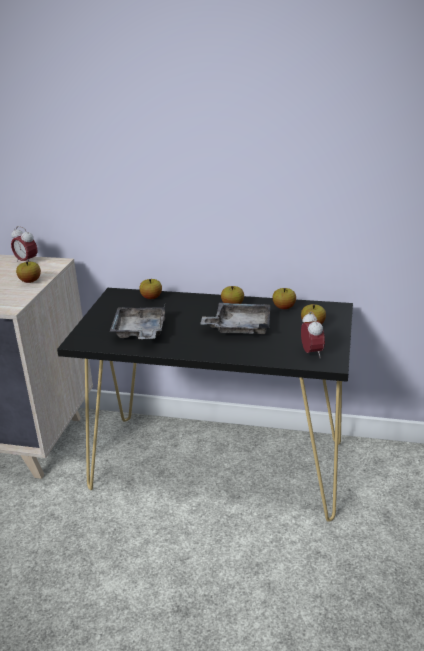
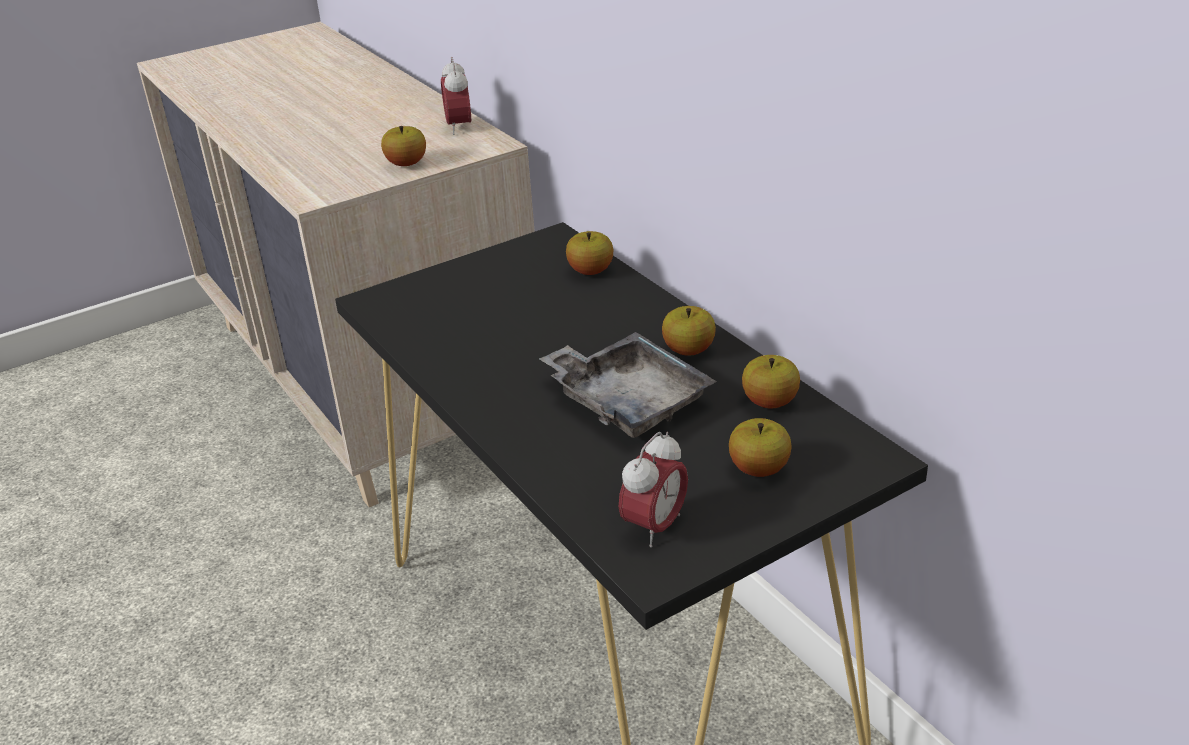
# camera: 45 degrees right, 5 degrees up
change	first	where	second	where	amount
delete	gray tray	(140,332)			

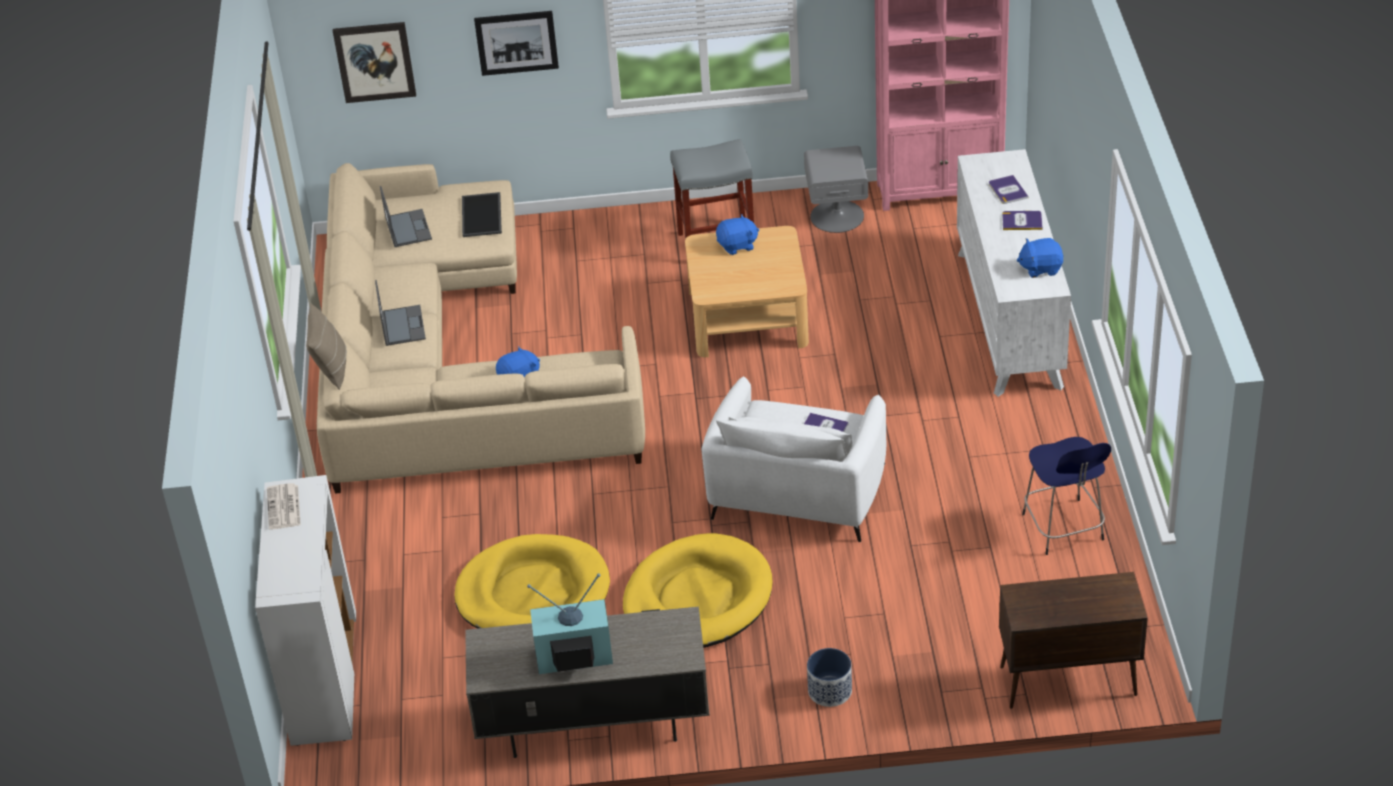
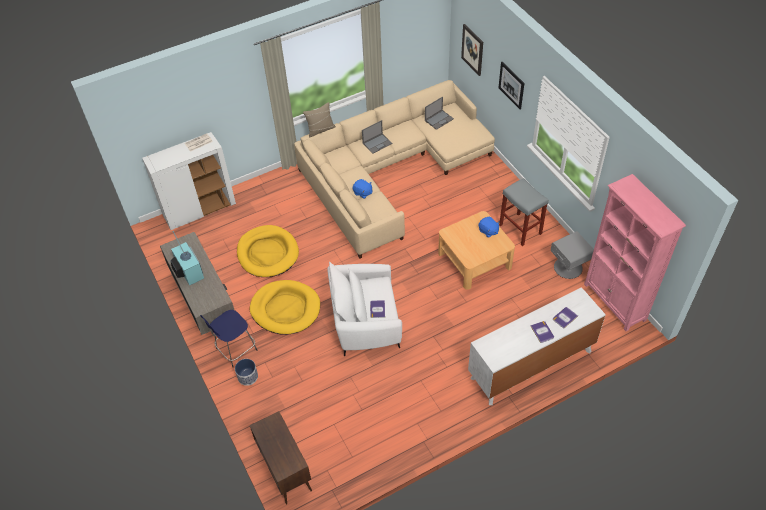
# camera: 65 degrees right, 10 degrees up
change	first	where	second	where	amount
move	bluish stool	(1064,529)		(235,350)	
delete	tray	(482,215)			
delete	bluish cuddly toy	(1040,268)			

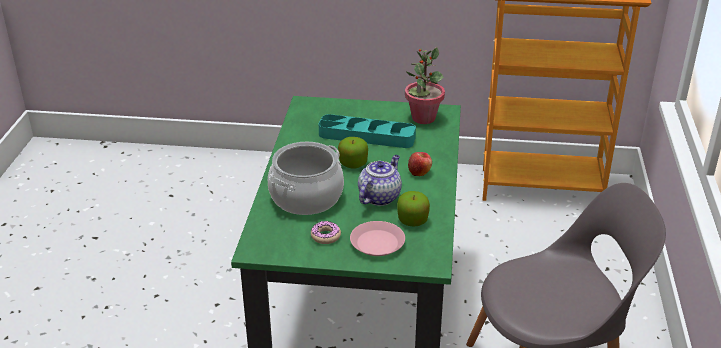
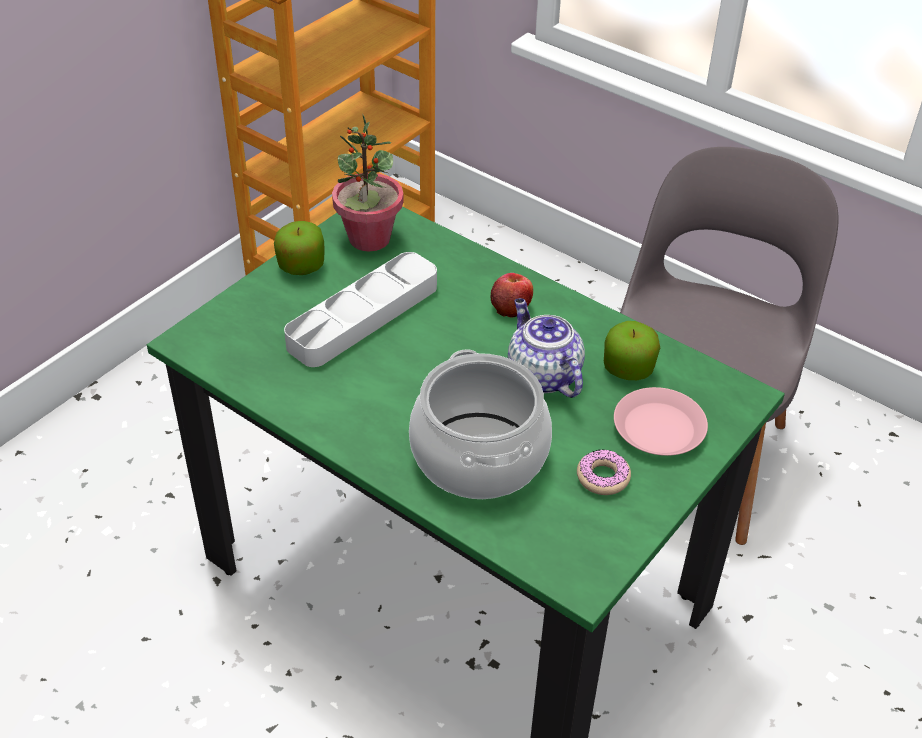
# camera: 60 degrees left, 10 degrees up
change	first	where	second	where	amount
move	apple	(353,163)		(301,265)	
recolor	turquoise tray	(367,136)	gray tray	(363,316)	

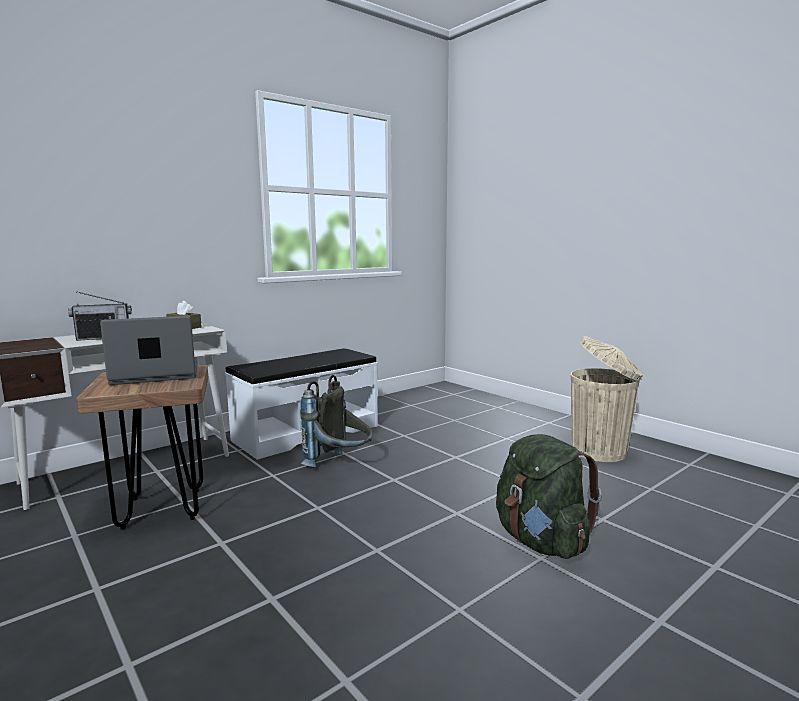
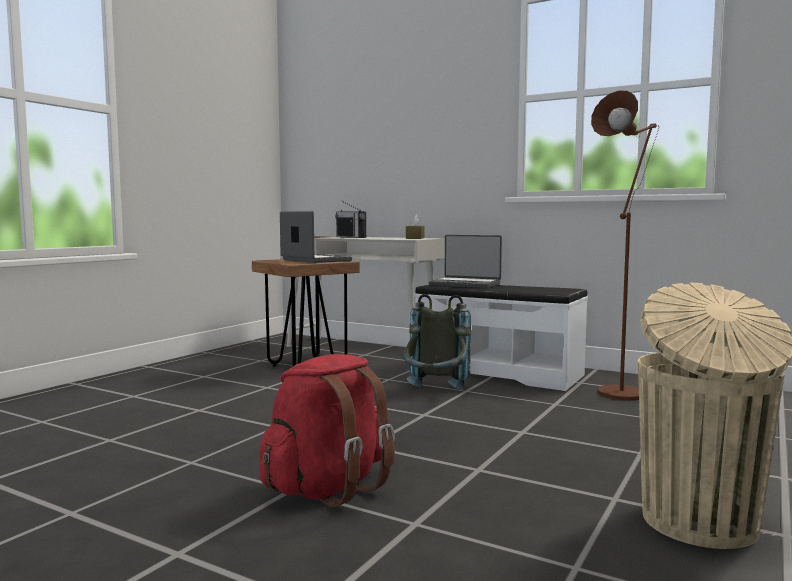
# camera: 70 degrees right, 5 degrees down
change	first	where	second	where	amount
recolor	green rucksack	(541,541)	red rucksack	(328,488)	
insert			notebook computer	(465,284)	
insert			brown standing lamp	(624,391)	

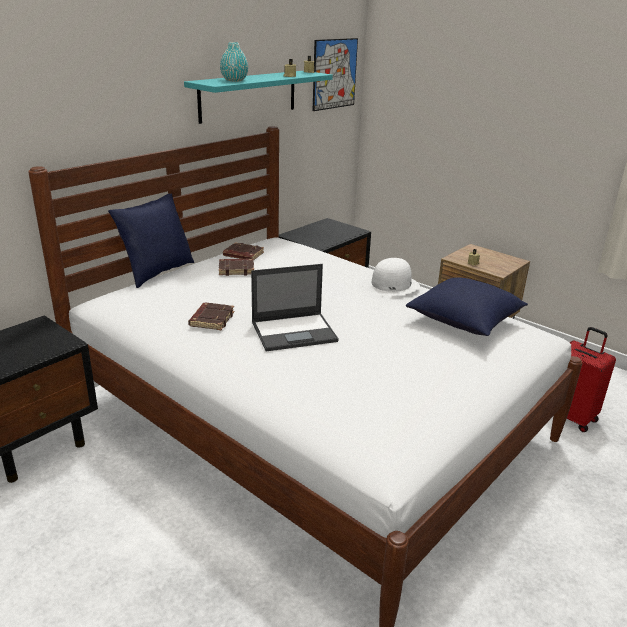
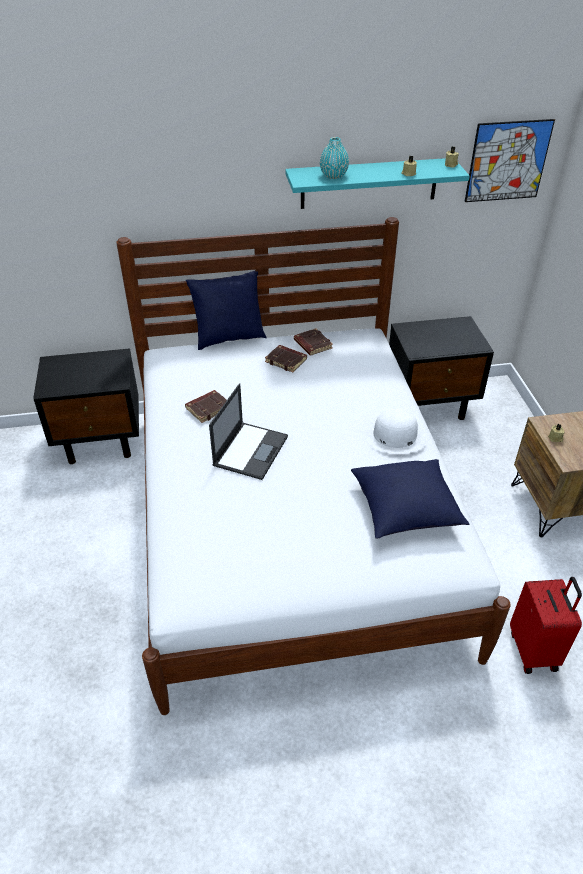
# camera: 40 degrees right, 15 degrees up
change	first	where	second	where	amount
rotate	notebook computer	(295,332)		(251,450)	90 degrees counterclockwise

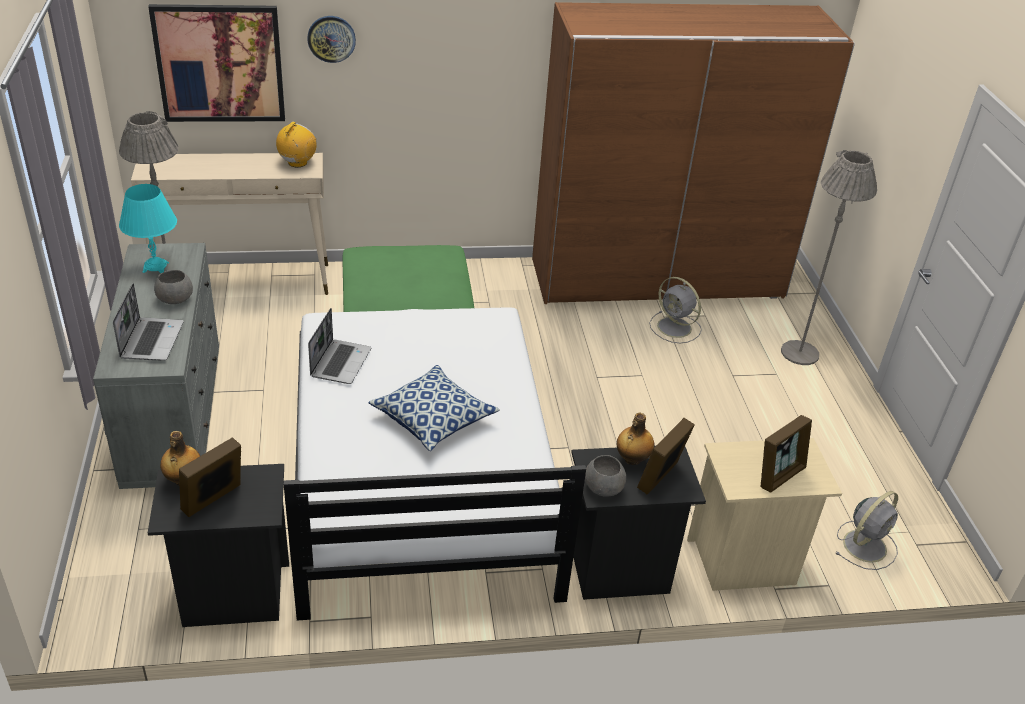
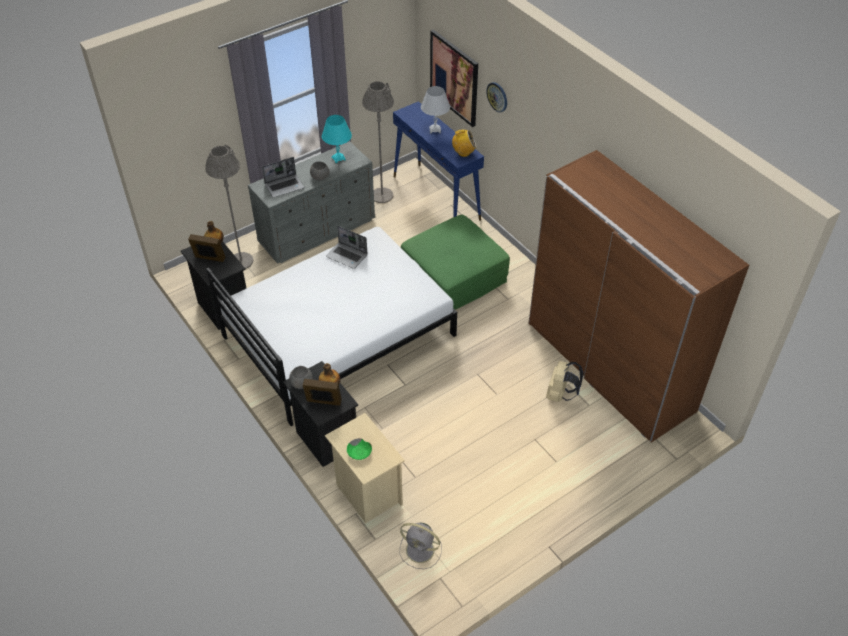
# camera: 65 degrees right, 10 degrees up
change	first	where	second	where	amount
move	gray standing lamp	(799,353)		(241,261)	
rotate	notebook computer	(340,362)		(347,256)	45 degrees clockwise
replace	photo frame	(779,475)	green bowl	(359,452)	
recolor	sand-coloured hall table	(243,281)	bluish hall table	(436,198)	
insert			white-coloured tabletop lamp	(435,130)	
replace	gray cooling fan	(675,328)	sand-coloured rucksack	(560,394)	
delete	pillow	(433,419)			

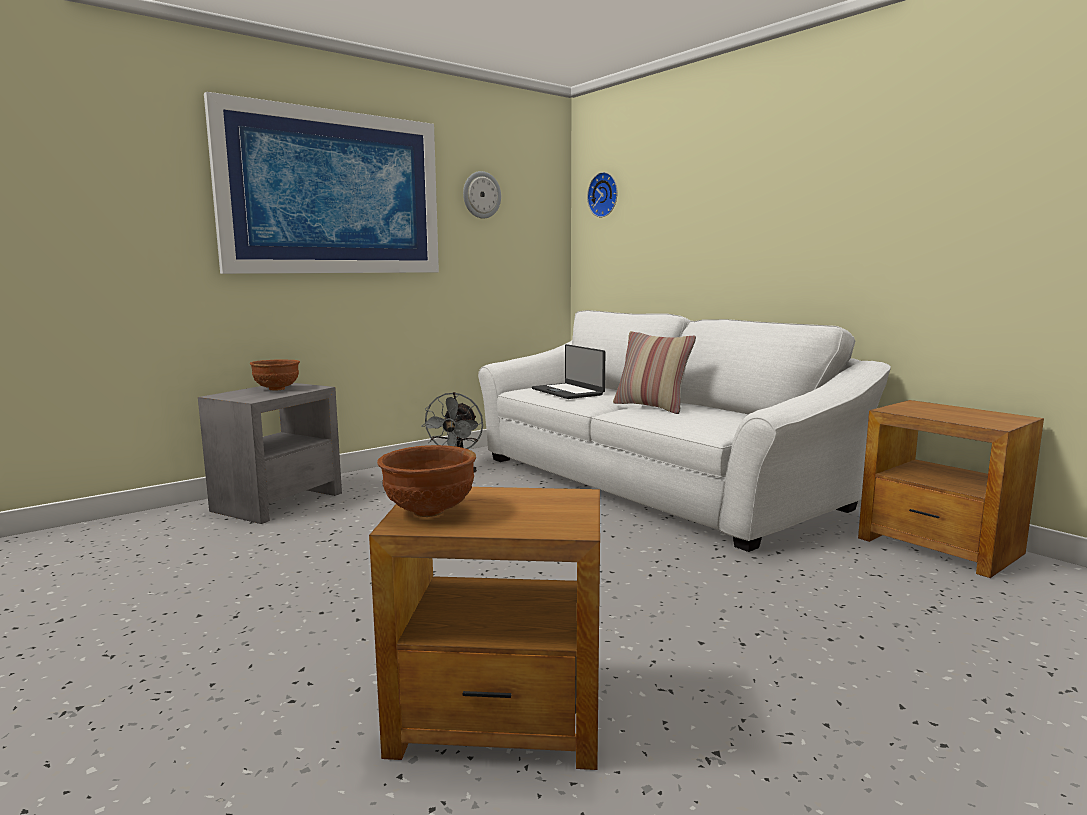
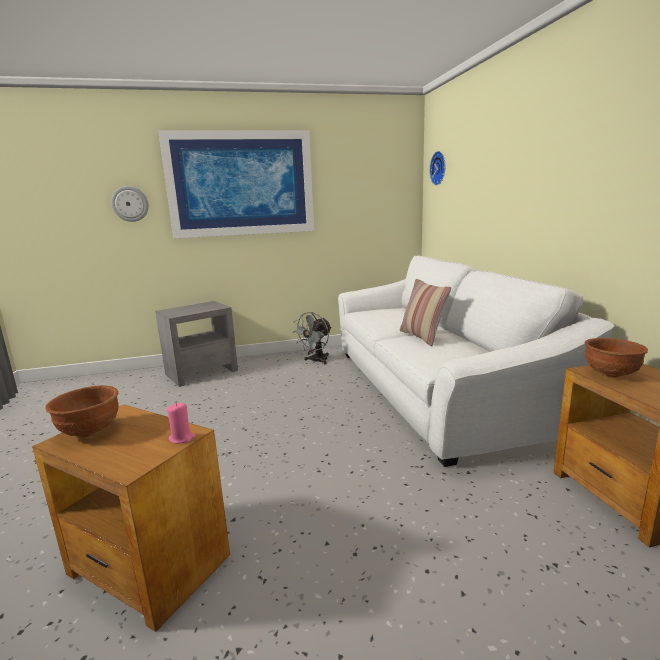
# camera: 25 degrees right, 5 degrees up
change	first	where	second	where	amount
move	clock on the wall	(481,195)		(130,204)	
insert			pink-coloured candle	(182,438)	
move	brown bowl	(277,389)		(611,374)	
delete	notebook computer	(568,391)			

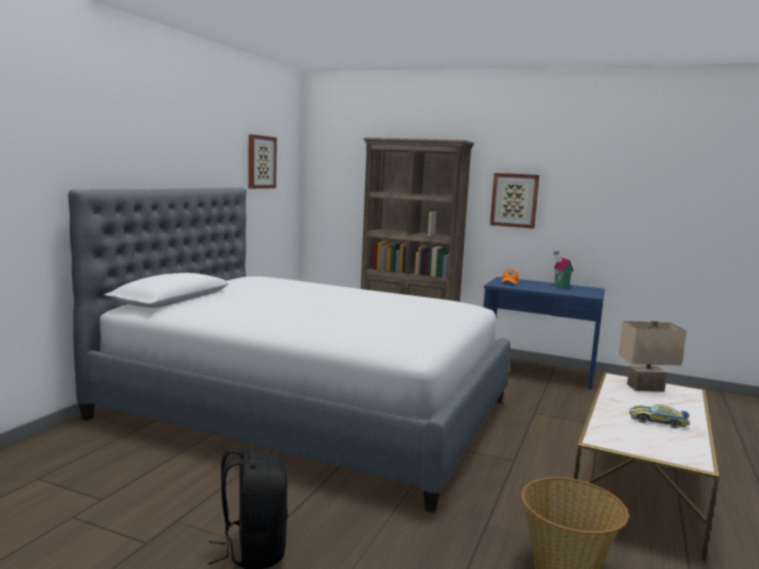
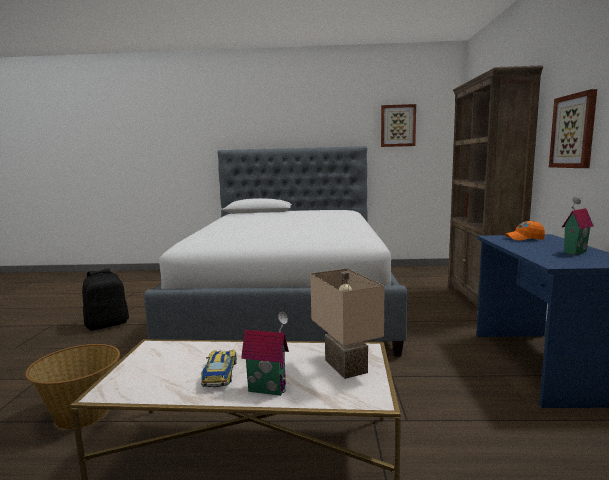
# camera: 70 degrees right, 0 degrees up
change	first	where	second	where	amount
insert			model house	(268,388)	

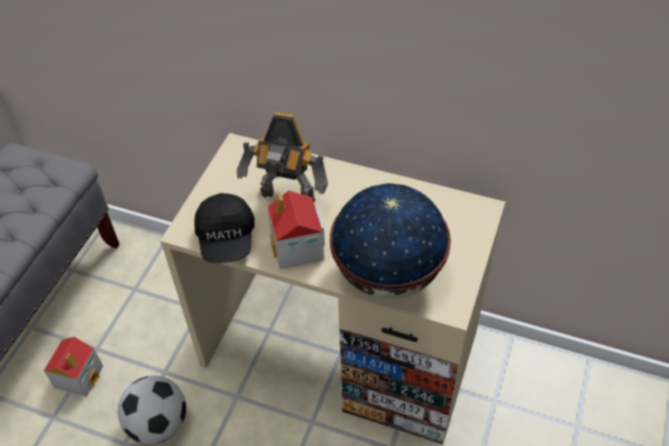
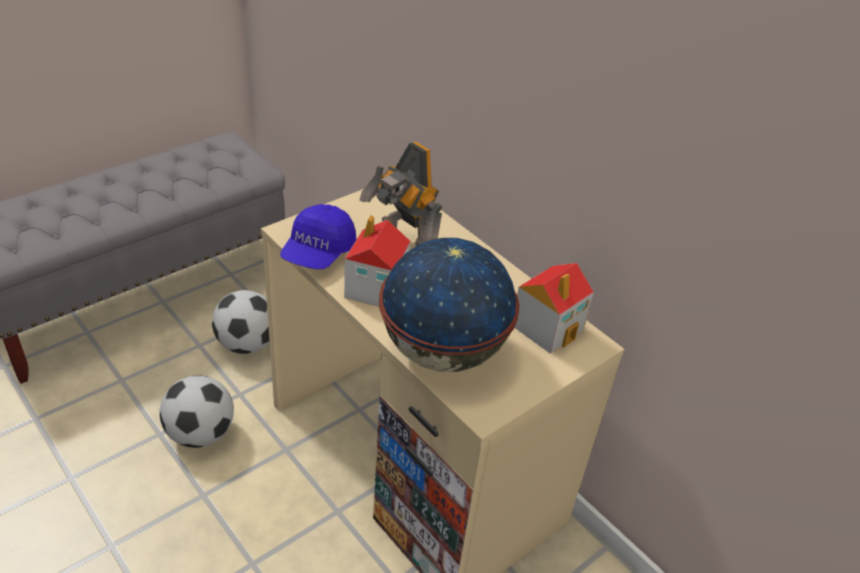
# camera: 25 degrees right, 10 degrees down
change	first	where	second	where	amount
insert			football ball	(247,344)	
recolor	black baseball cap	(226,239)	bluish baseball cap	(318,253)	
move	model house	(79,376)		(548,327)	

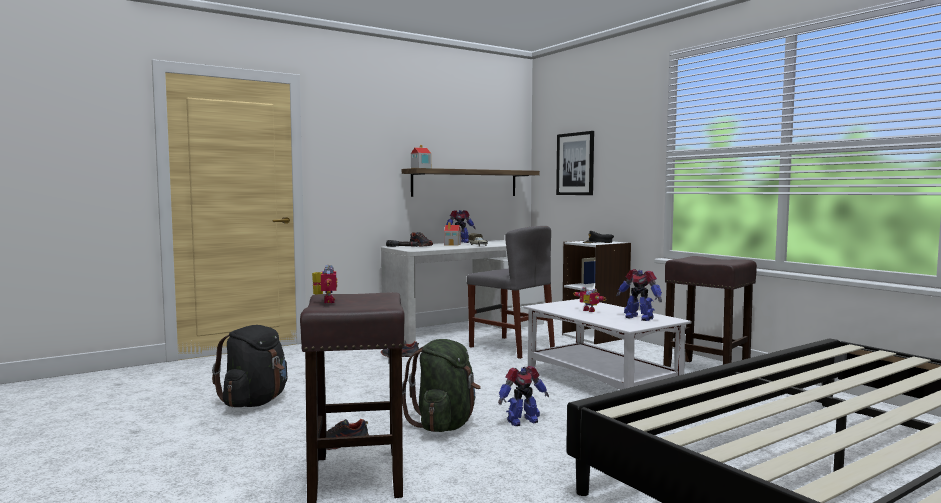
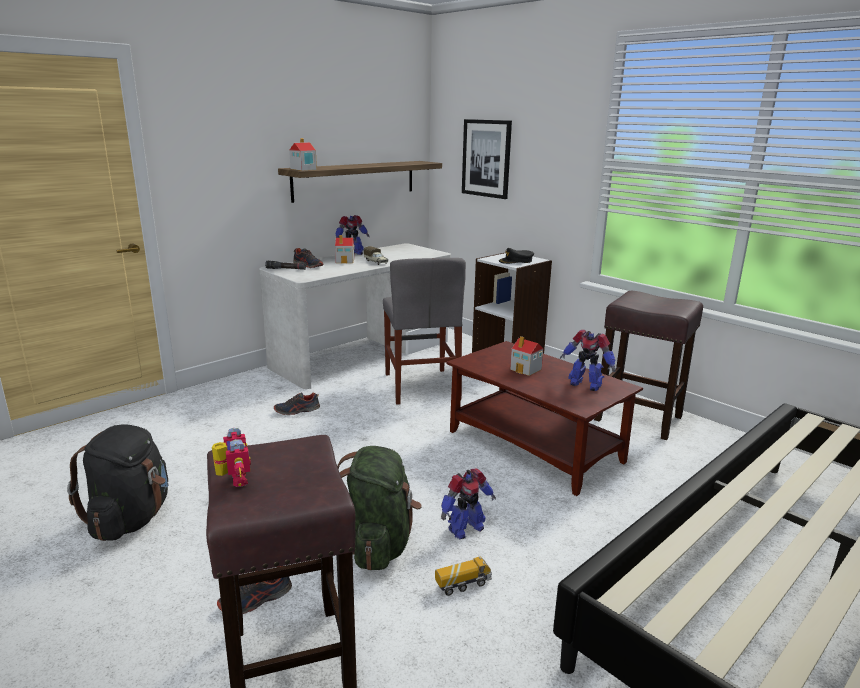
# camera: 10 degrees left, 15 degrees up
change	first	where	second	where	amount
rotate	gray plain chair	(511,347)		(421,386)	45 degrees clockwise
insert			toy truck	(463,584)	
recolor	white-coloured low table	(602,383)	brown low table	(536,446)	
replace	model robot	(590,310)	model house	(526,369)	

